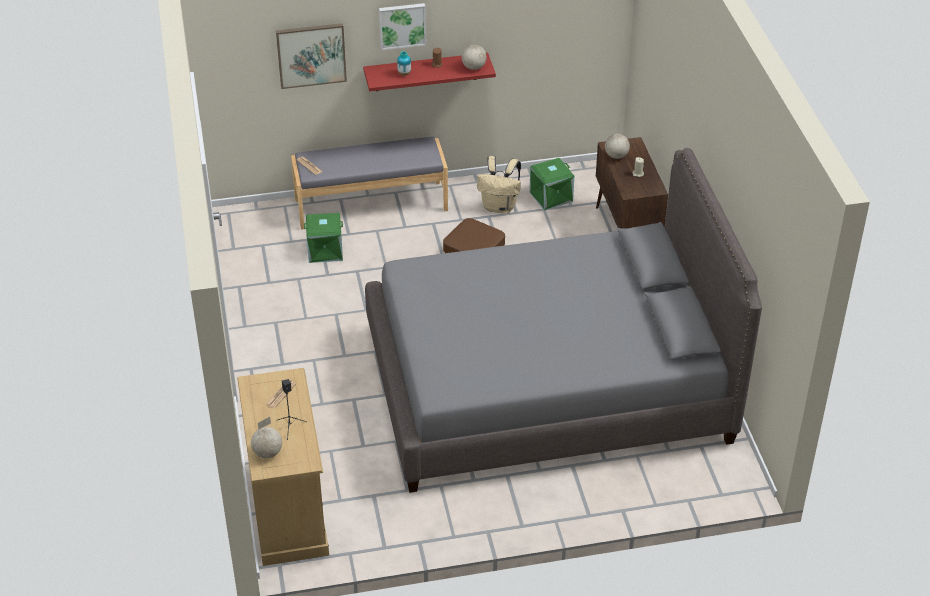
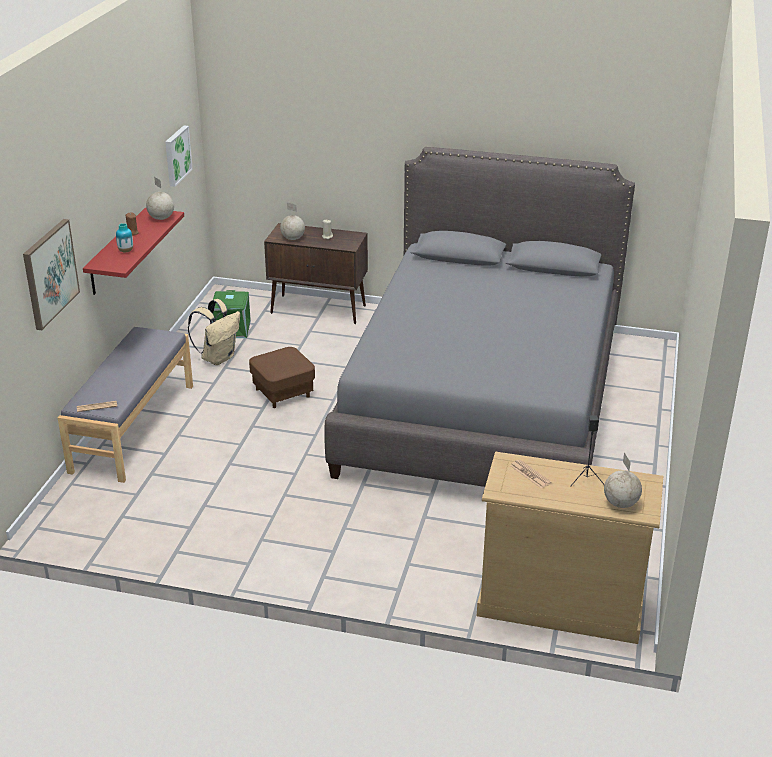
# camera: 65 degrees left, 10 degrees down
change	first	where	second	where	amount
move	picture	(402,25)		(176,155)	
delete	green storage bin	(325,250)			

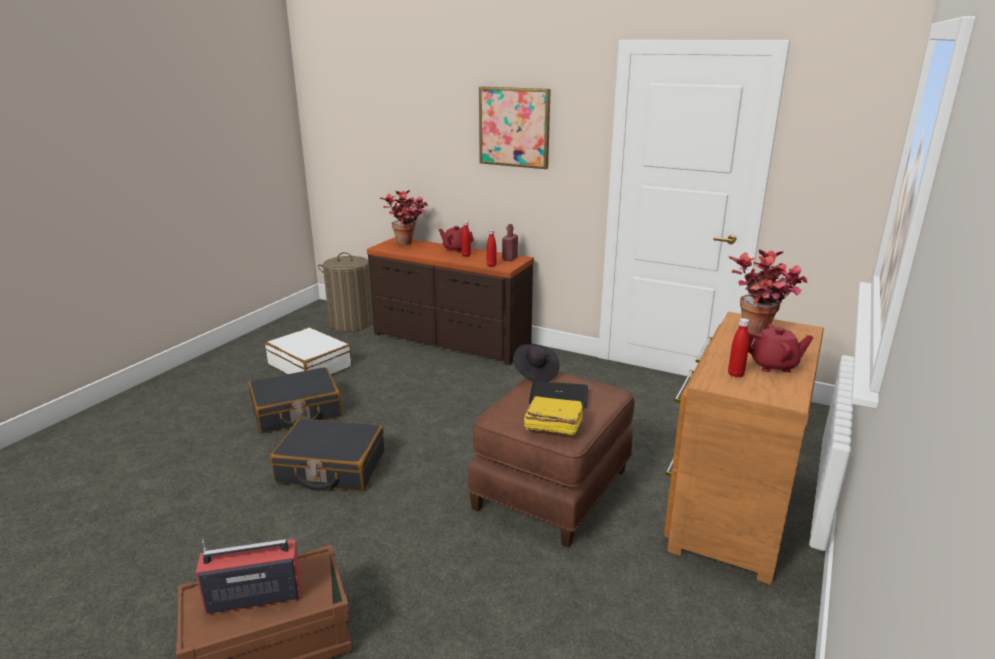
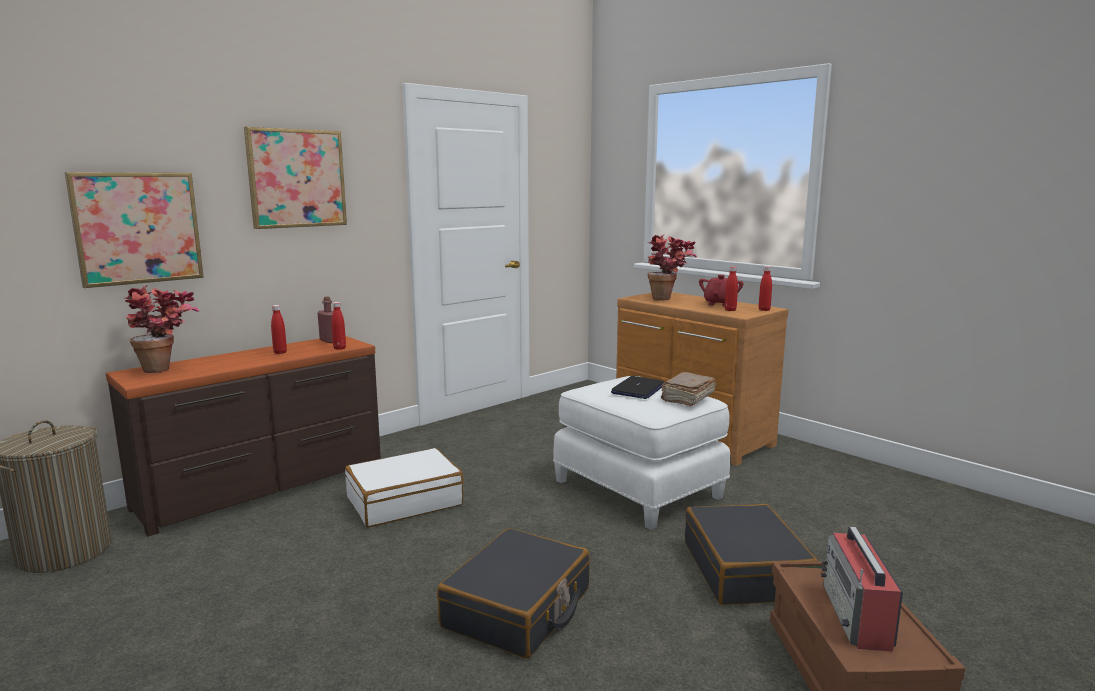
# camera: 70 degrees left, 10 degrees down
change	first	where	second	where	amount
insert			picture	(137,228)	
move	white-coloured suitcase	(310,365)		(404,501)	
recolor	brown pouffe	(553,490)	white-coloured pouffe	(639,488)	
recolor	yellowish volume	(553,425)	brown volume	(687,398)	
move	black suitcase	(296,412)		(745,570)	
insert			red bottle	(764,310)	
delete	red teapot	(456,249)			
delete	black hat	(535,373)			

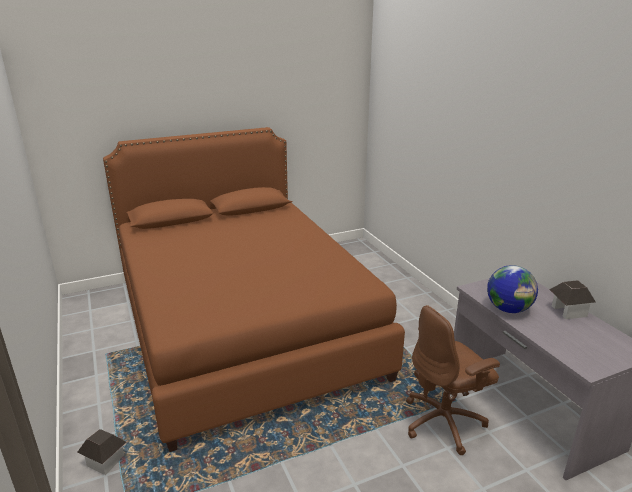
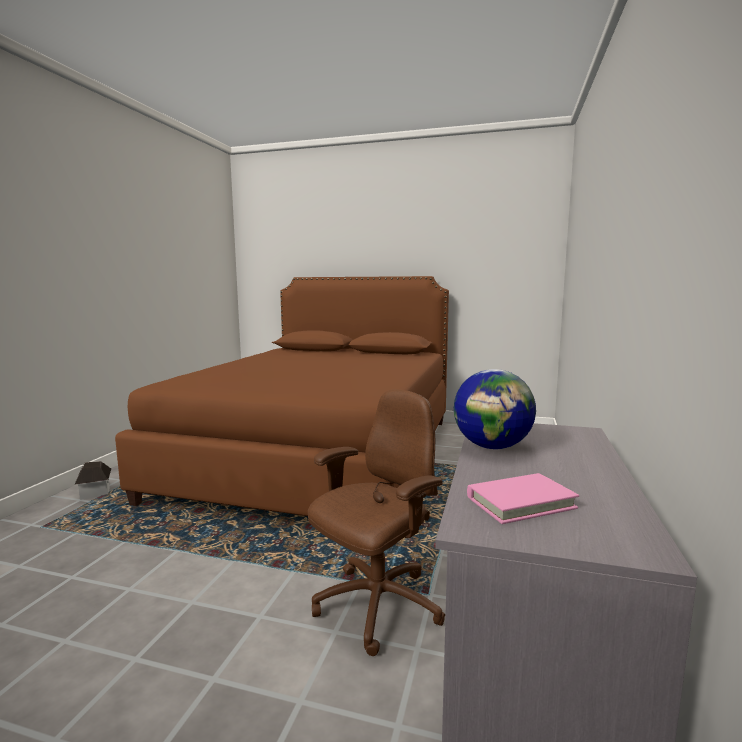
# camera: 40 degrees right, 15 degrees down
change	first	where	second	where	amount
rotate	brown office chair	(444,422)		(376,606)	120 degrees clockwise
insert			pink-coloured volume	(520,502)	
delete	model house	(568,311)			

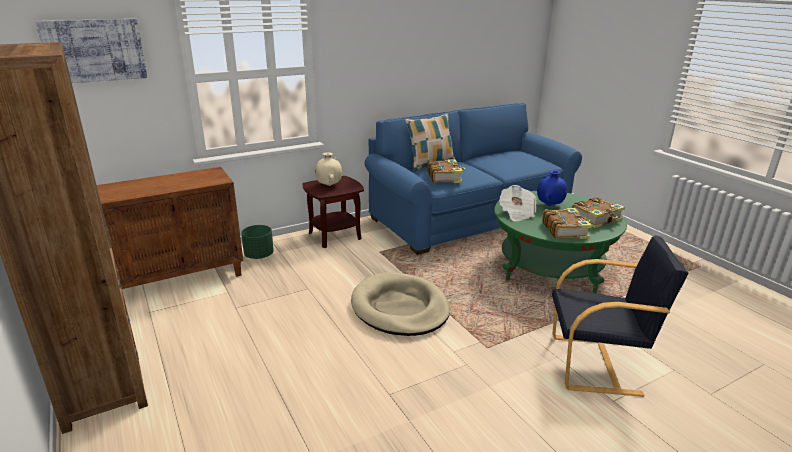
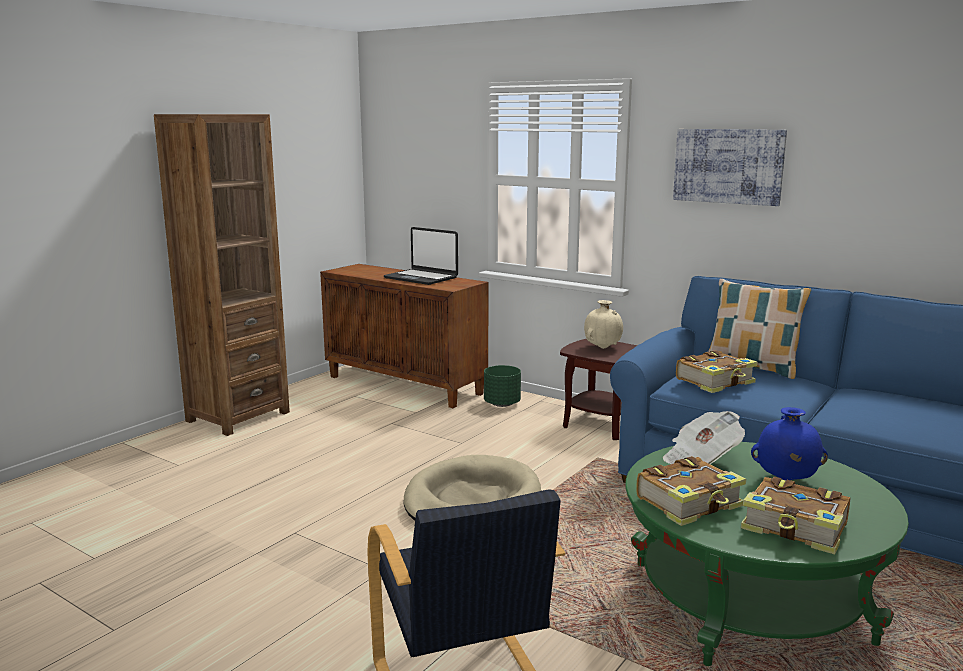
# camera: 65 degrees right, 10 degrees down
change	first	where	second	where	amount
insert			notebook computer	(421,278)	
move	picture	(94,50)		(728,166)	

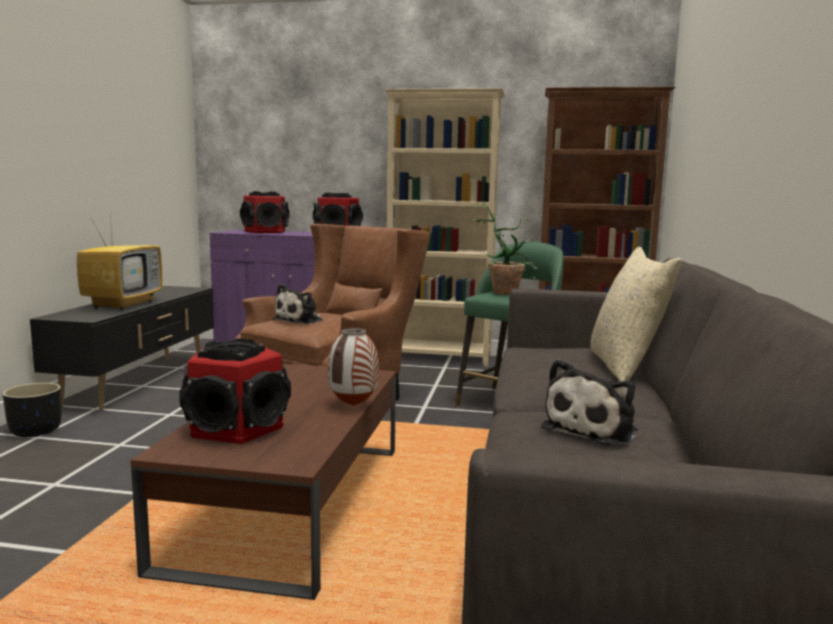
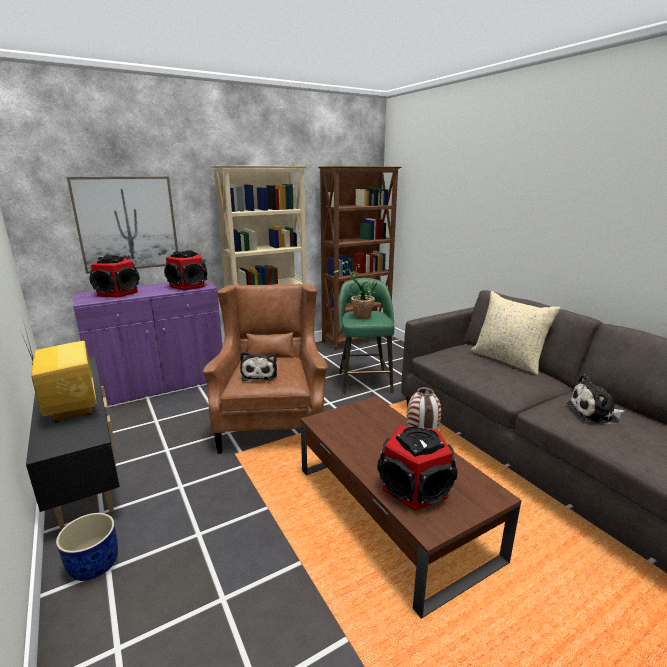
# camera: 40 degrees left, 10 degrees up
change	first	where	second	where	amount
recolor	black planter	(36,431)	bluish planter	(94,564)	
insert			picture	(127,224)	
rotate	cuddly toy	(593,429)		(595,413)	90 degrees clockwise

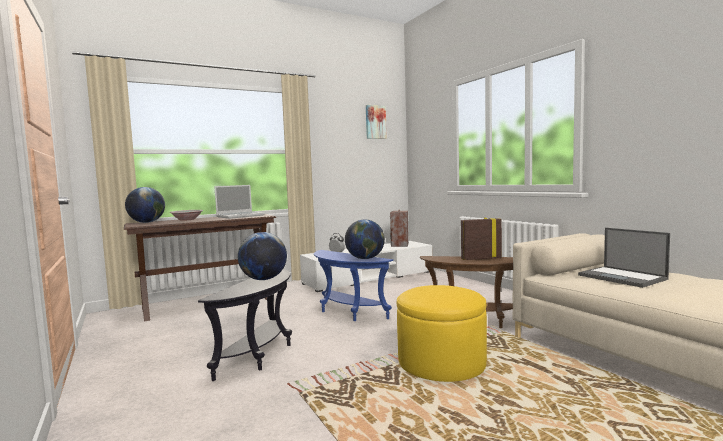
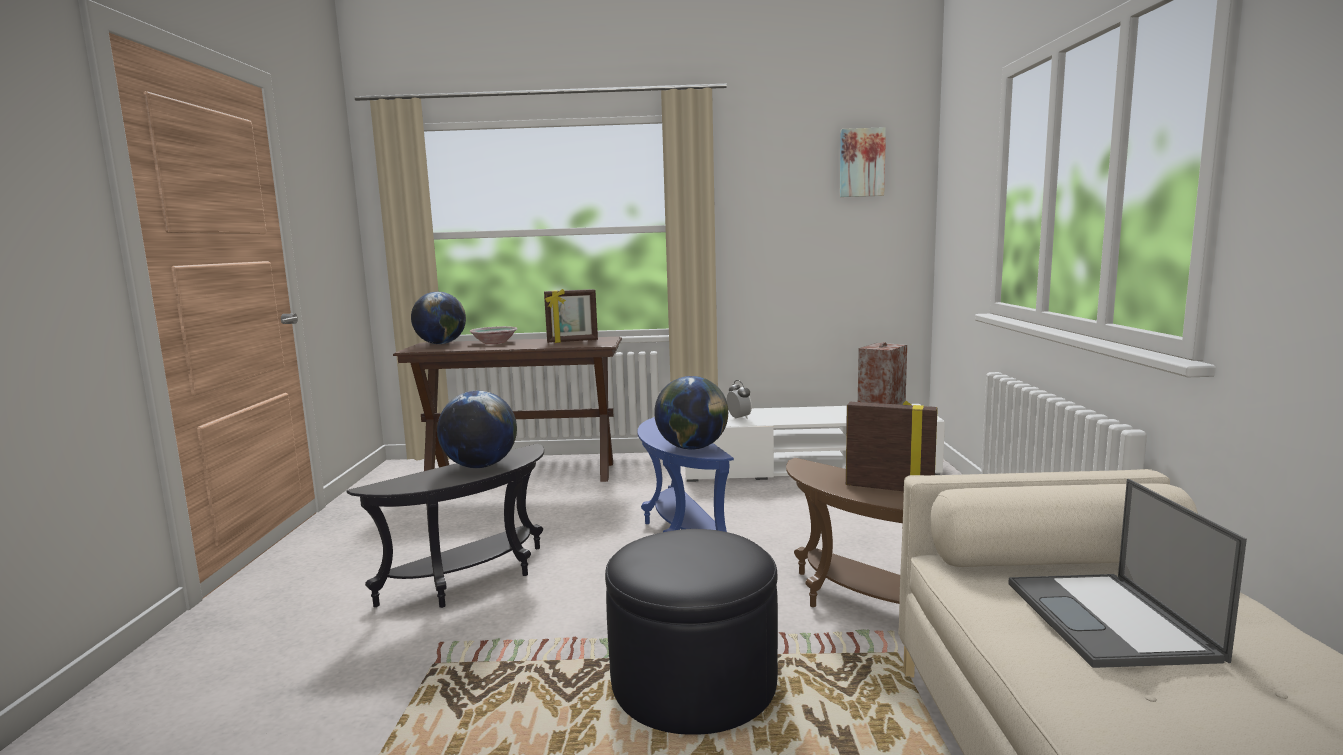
# camera: 30 degrees right, 5 degrees up
change	first	where	second	where	amount
replace	notebook computer	(240,216)	photo frame	(572,341)	
recolor	yellowish pouffe	(441,361)	black pouffe	(694,681)	

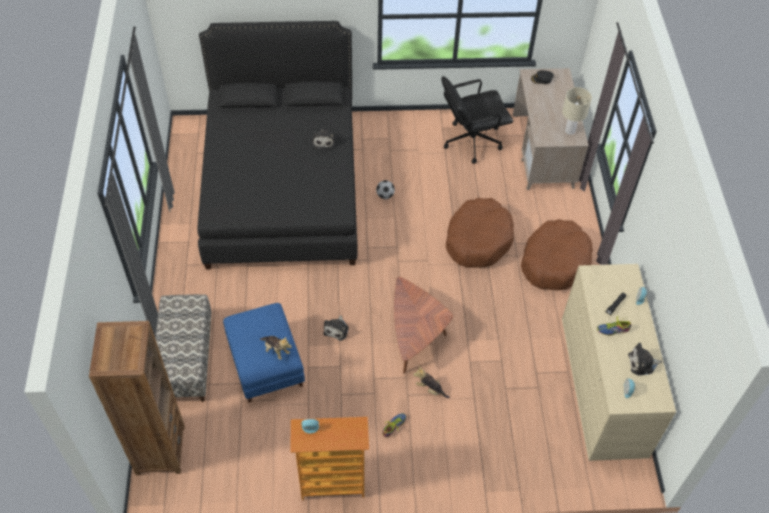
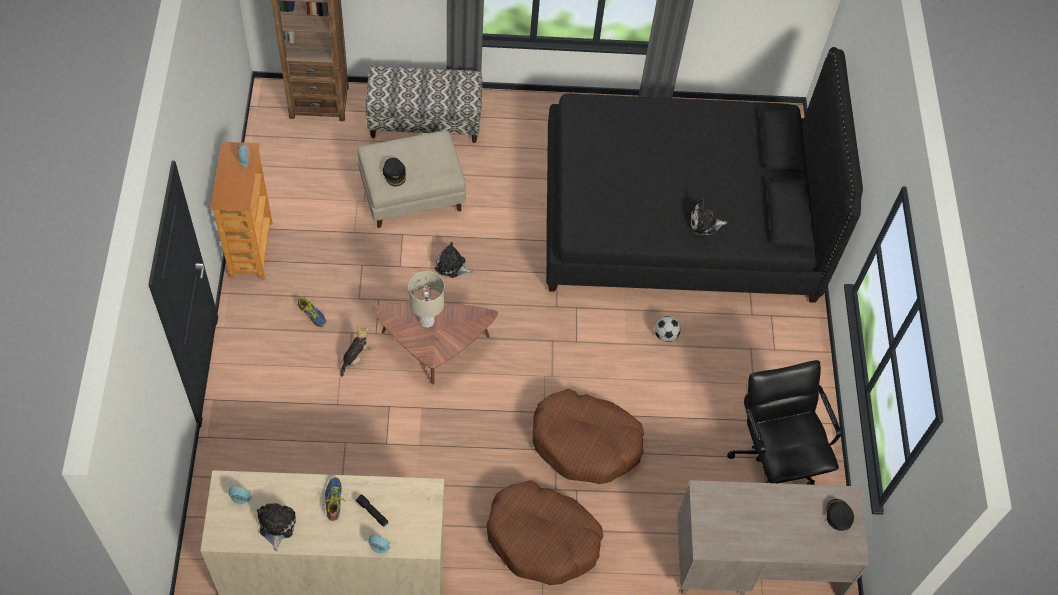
# camera: 90 degrees right, 5 degrees up
change	first	where	second	where	amount
recolor	bluish pouffe	(265,363)	sand-coloured pouffe	(413,193)	
replace	cuddly toy	(276,350)	black baseball cap	(394,174)	
move	sand-coloured tabletop lamp	(570,131)		(426,321)	

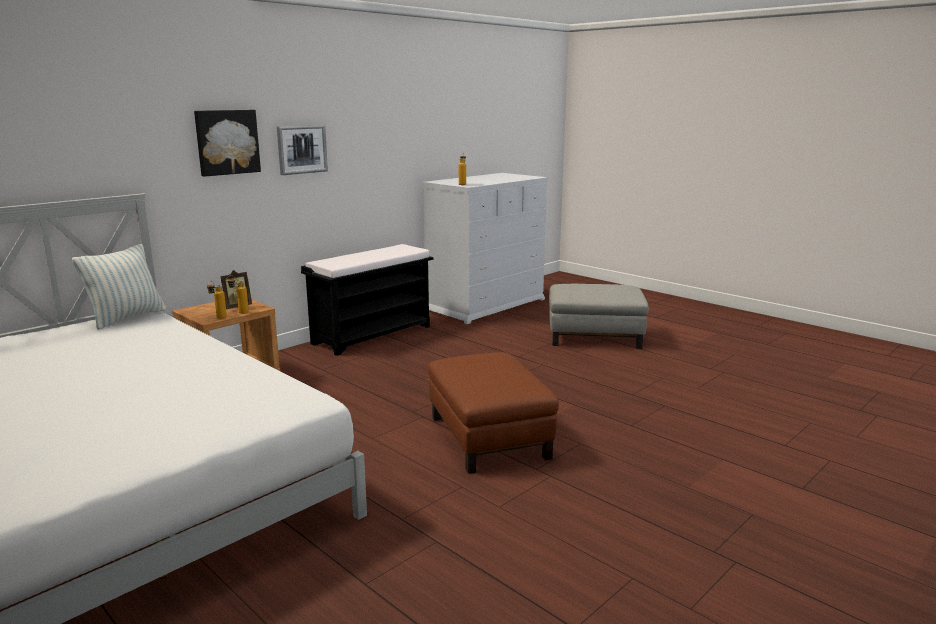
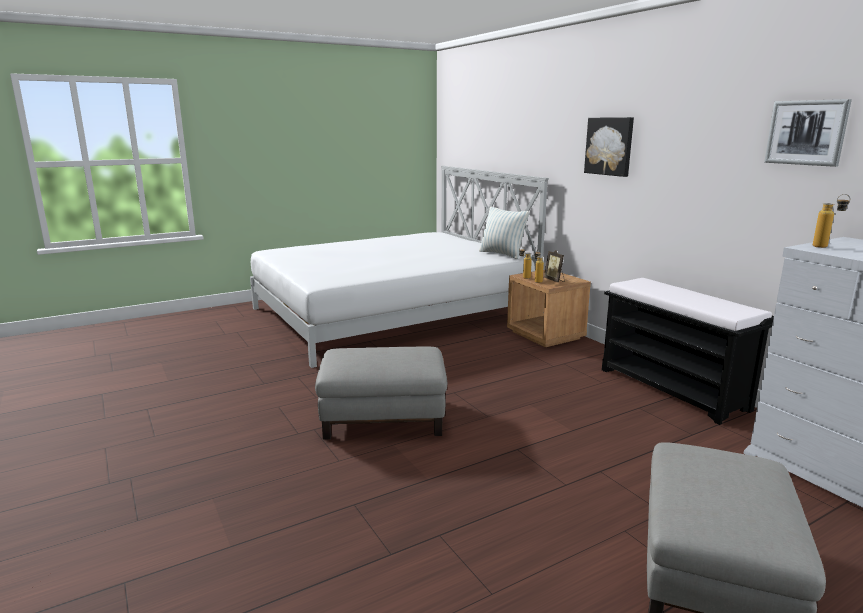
# camera: 105 degrees right, 0 degrees up
change	first	where	second	where	amount
recolor	brown pouffe	(488,437)	gray pouffe	(384,417)	
move	picture	(302,149)		(806,132)	

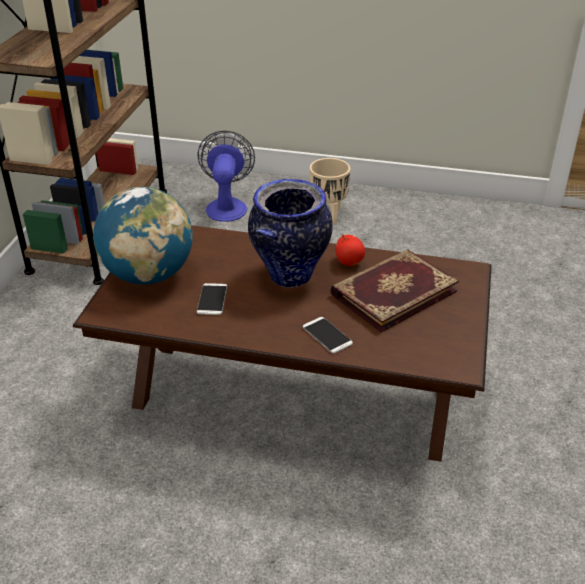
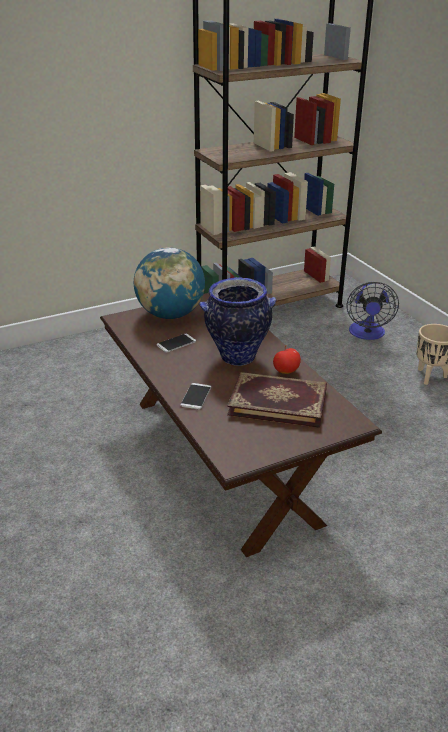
# camera: 50 degrees right, 5 degrees down
change	first	where	second	where	amount
rotate	cooling fan	(227,205)		(367,334)	135 degrees clockwise

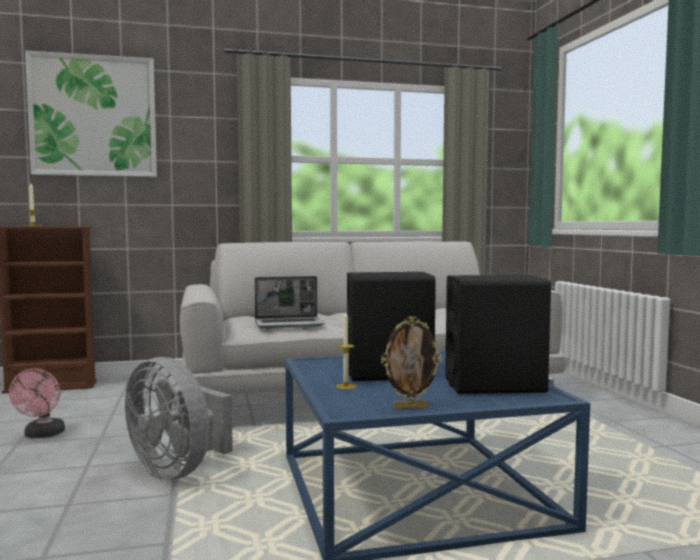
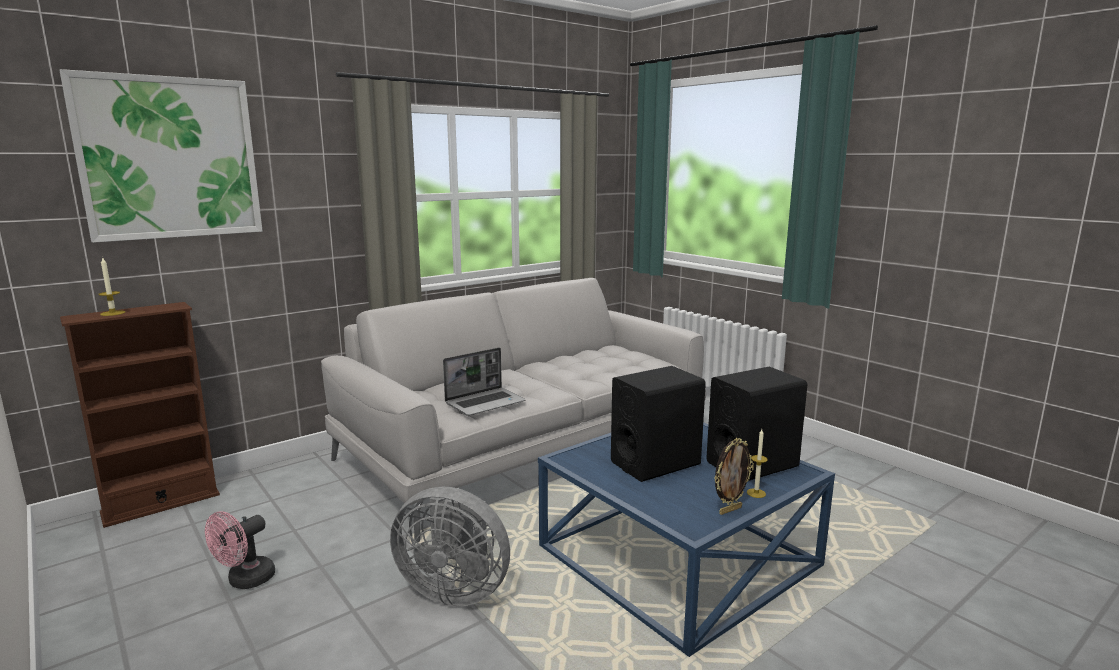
# camera: 25 degrees left, 10 degrees up
change	first	where	second	where	amount
rotate	pink-coloured cooling fan	(42,435)		(245,581)	60 degrees clockwise
move	candle	(345,386)		(756,493)	

